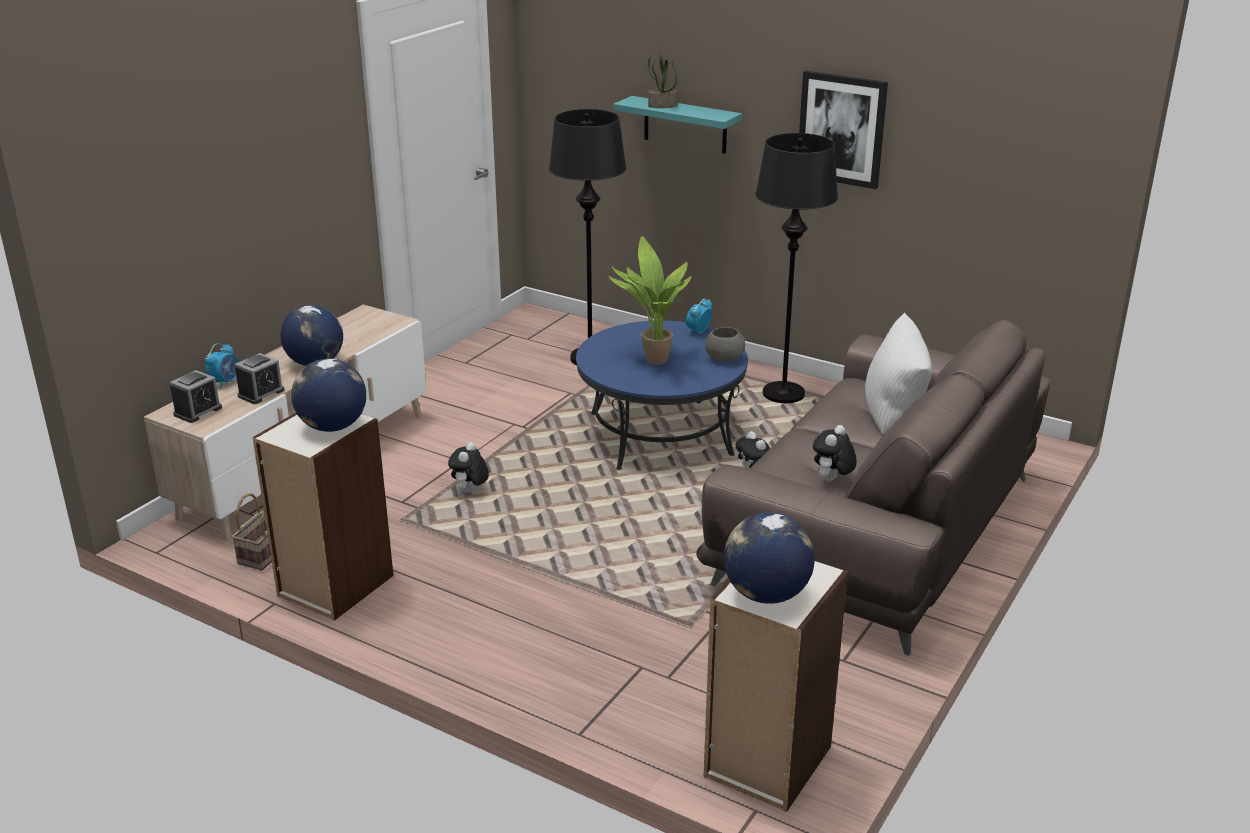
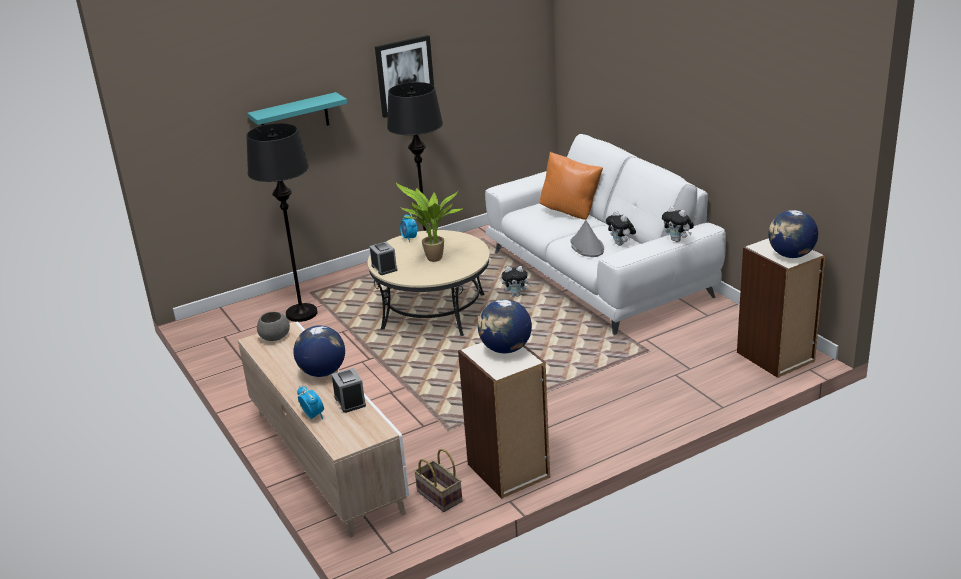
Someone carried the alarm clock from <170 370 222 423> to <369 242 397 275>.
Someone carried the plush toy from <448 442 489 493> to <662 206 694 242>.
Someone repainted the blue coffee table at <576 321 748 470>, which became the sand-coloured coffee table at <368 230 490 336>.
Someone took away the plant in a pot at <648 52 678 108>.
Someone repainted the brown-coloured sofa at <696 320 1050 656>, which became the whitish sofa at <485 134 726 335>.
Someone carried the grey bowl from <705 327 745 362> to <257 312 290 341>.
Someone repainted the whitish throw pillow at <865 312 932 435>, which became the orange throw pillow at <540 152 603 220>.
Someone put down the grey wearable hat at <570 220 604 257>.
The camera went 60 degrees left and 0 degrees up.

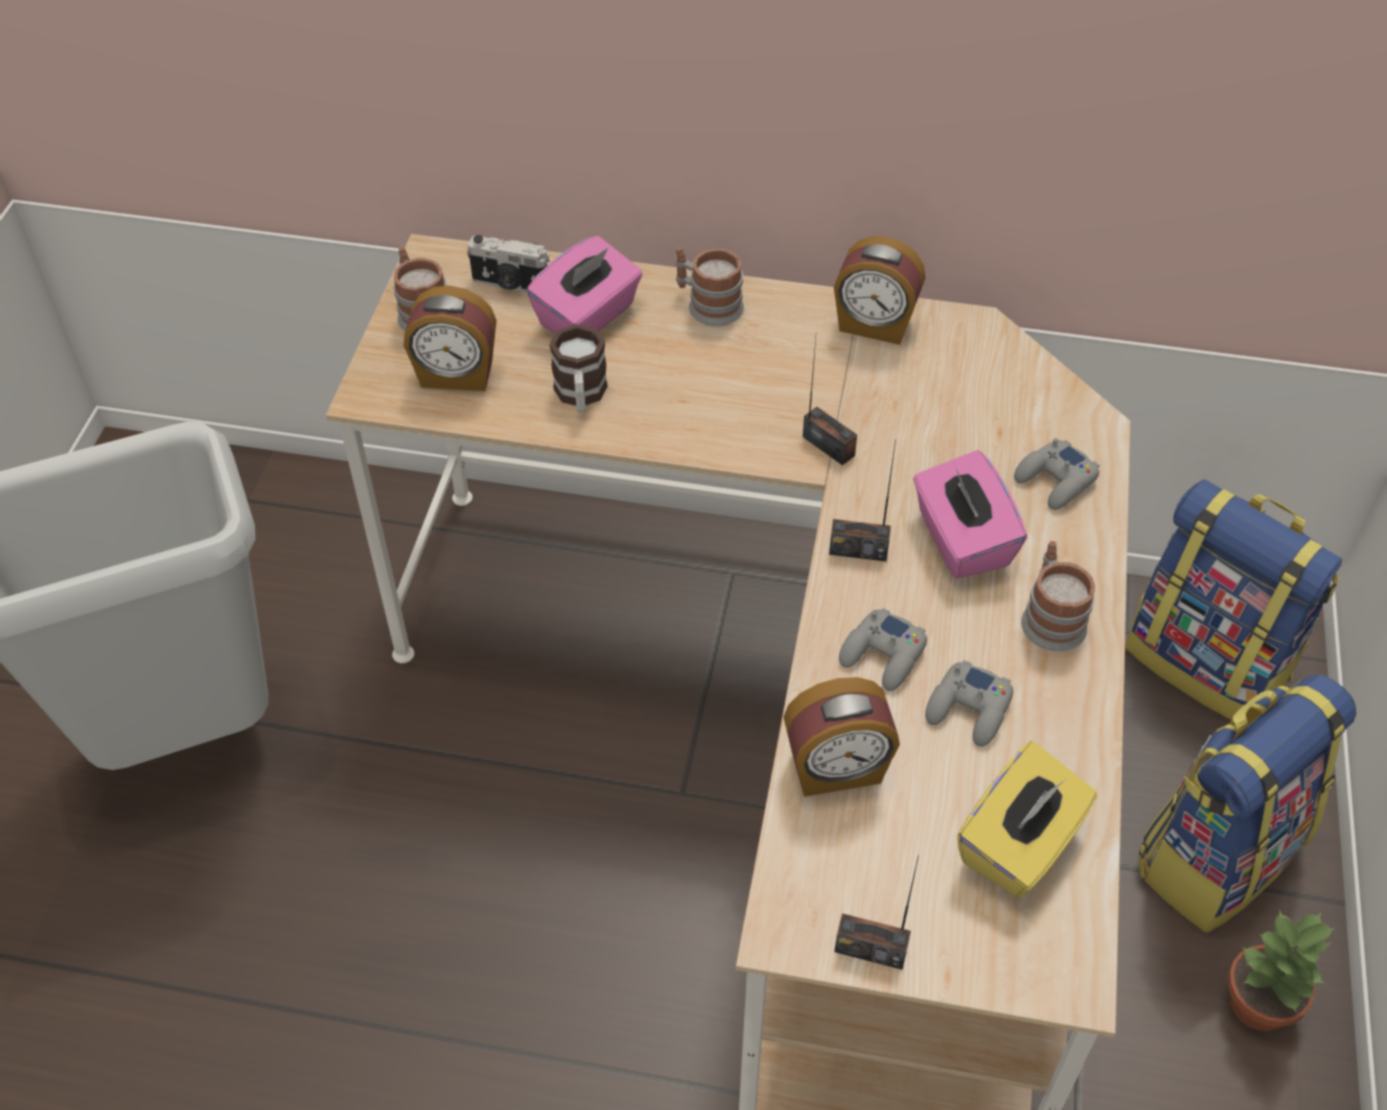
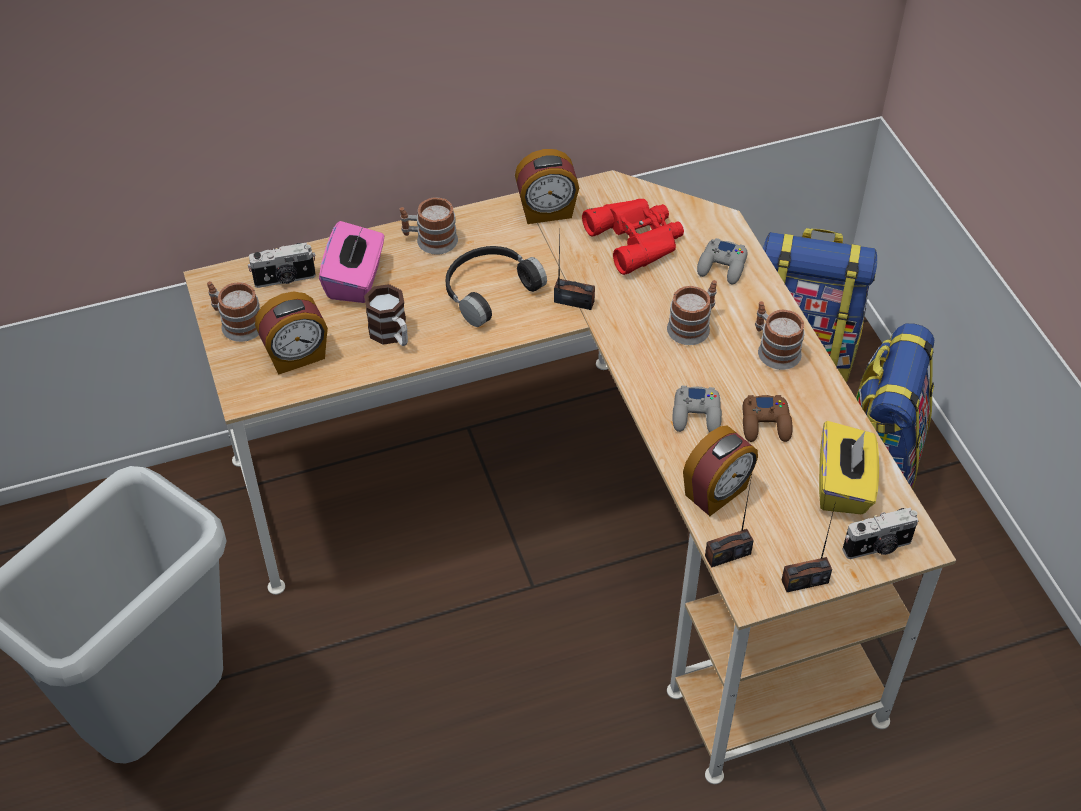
Someone carried the radio from <829 439 896 561> to <705 475 754 568>.
Someone swapped the pink tissue holder at <913 450 1027 578> for the mug at <667 280 717 345>.
Someone repainted the grey gamepad at <925 660 1013 747>, which became the brown-coloured gamepad at <743 395 792 442>.
Someone took away the plant in a pot at <1227 909 1335 1031>.
Someone put down the black headset at <446 246 547 327>.
Someone put down the red field glasses at <582 199 684 275>.
Someone put down the photo camera at <842 508 918 559>.
The camera went 30 degrees left and 0 degrees up.

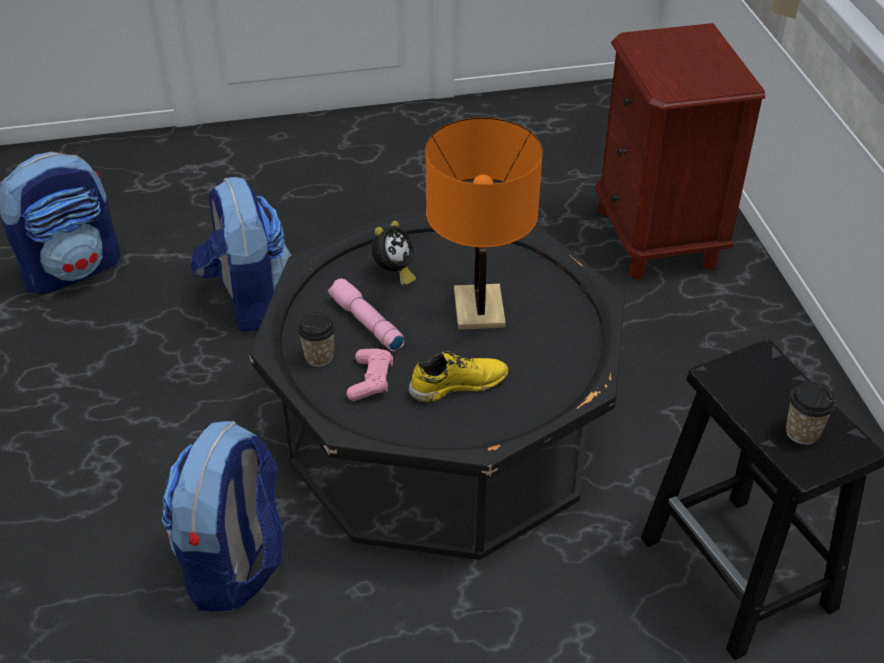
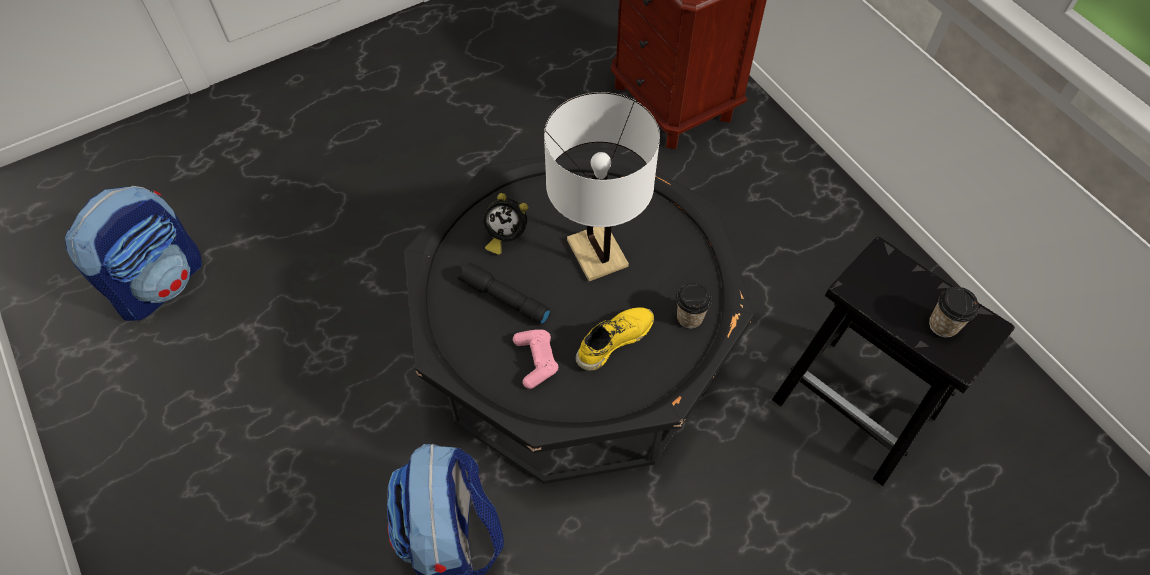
Someone took away the backpack at <190 177 292 331>.
Someone carried the cup from <298 313 335 367> to <676 283 712 329>.
Someone repainted the pink hand torch at <328 278 404 352>, which became the black hand torch at <458 262 550 325>.
Someone rotated the alarm clock at <372 221 416 286> by 90 degrees clockwise.
Someone repainted the orange lamp for a table at <425 117 543 330>, which became the whitish lamp for a table at <544 92 660 281>.
The camera went 20 degrees left and 15 degrees up.

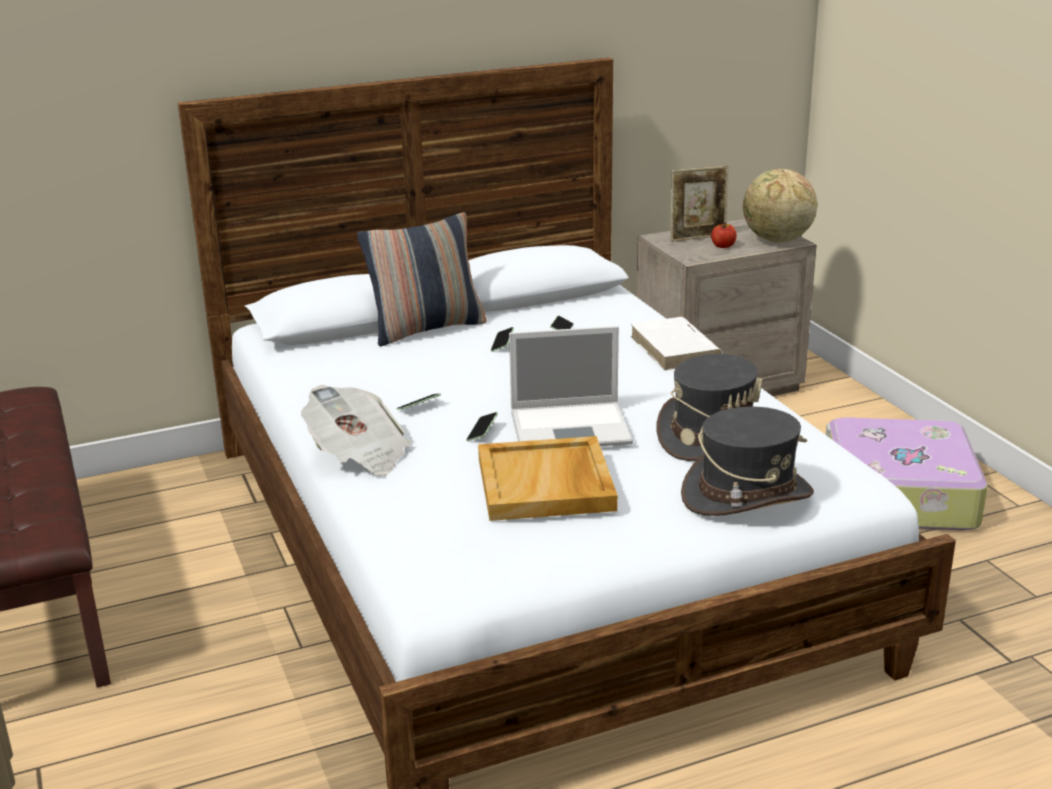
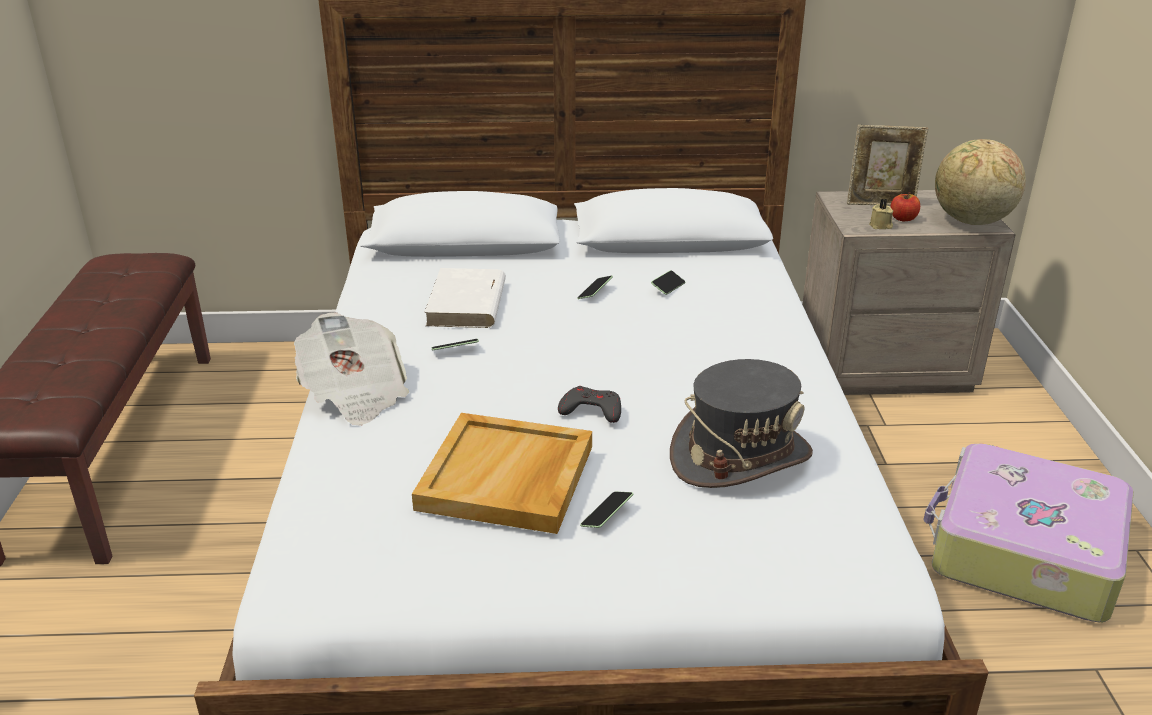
Someone took away the throw pillow at <357 212 487 346>.
Someone carried the phone from <466 412 498 441> to <580 492 633 528>.
Someone swapped the notebook computer at <509 326 633 446> for the grey gamepad at <558 386 621 423>.
Someone carried the whitish volume from <630 317 723 370> to <424 268 506 328>.
Someone took away the grey wearable hat at <681 406 814 516>.
Someone put down the sand-coloured wax candle at <869 199 893 229>.
The camera went 20 degrees right and 5 degrees up.

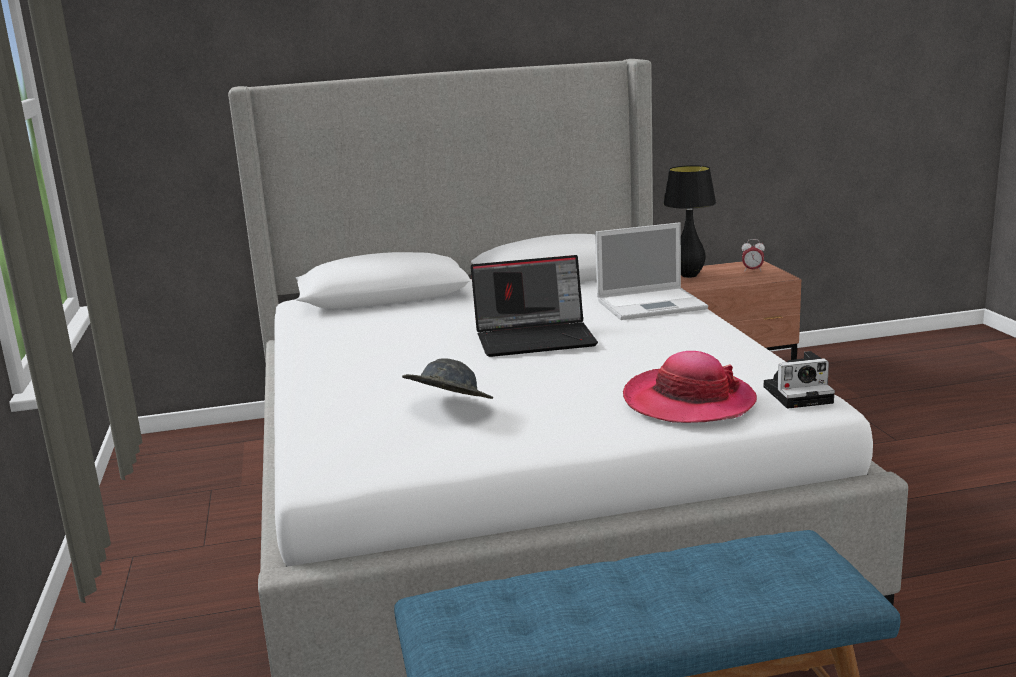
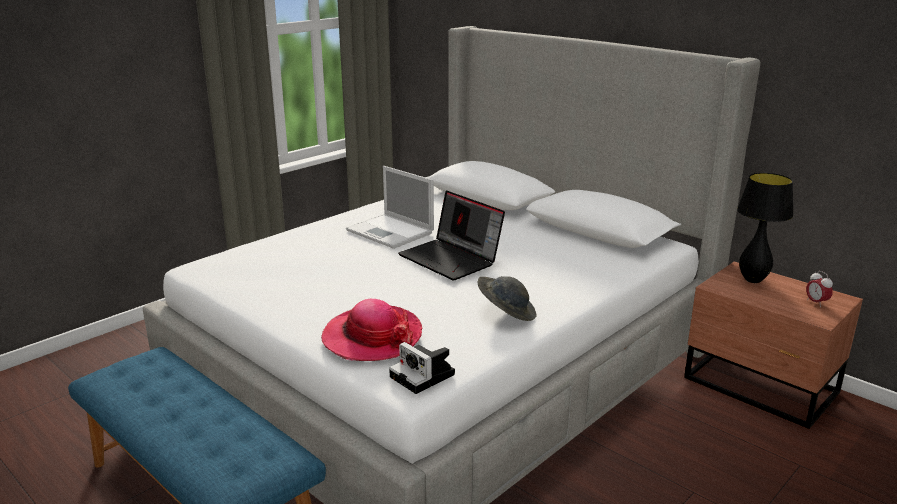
Someone carried the grey wearable hat from <402 358 493 399> to <478 276 537 321>.
Someone carried the notebook computer from <595 222 708 320> to <346 166 434 249>.
The camera went 55 degrees right and 5 degrees up.

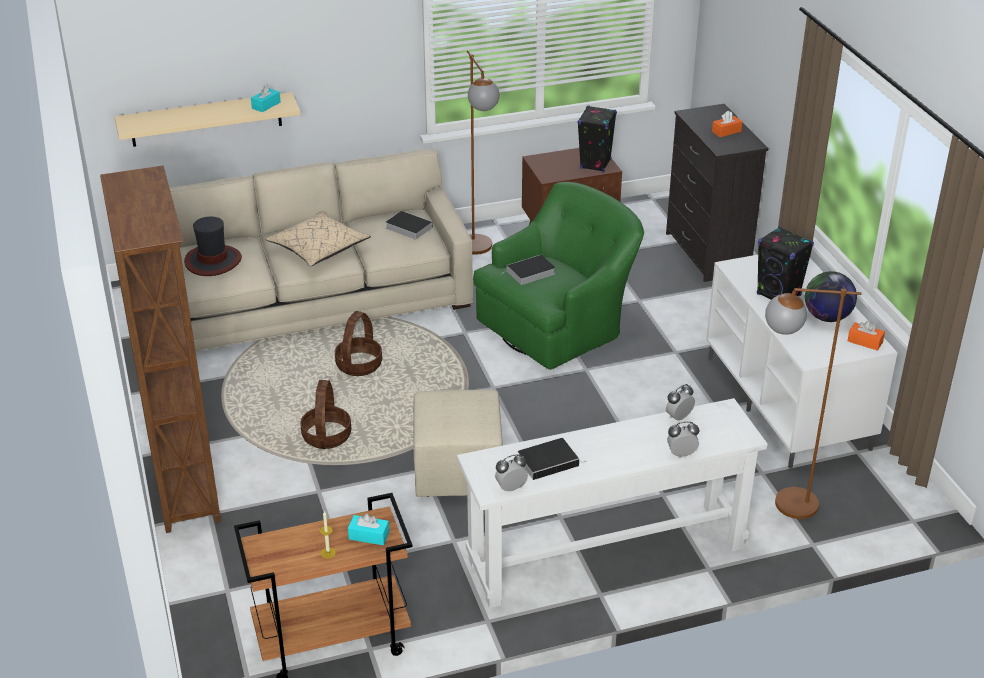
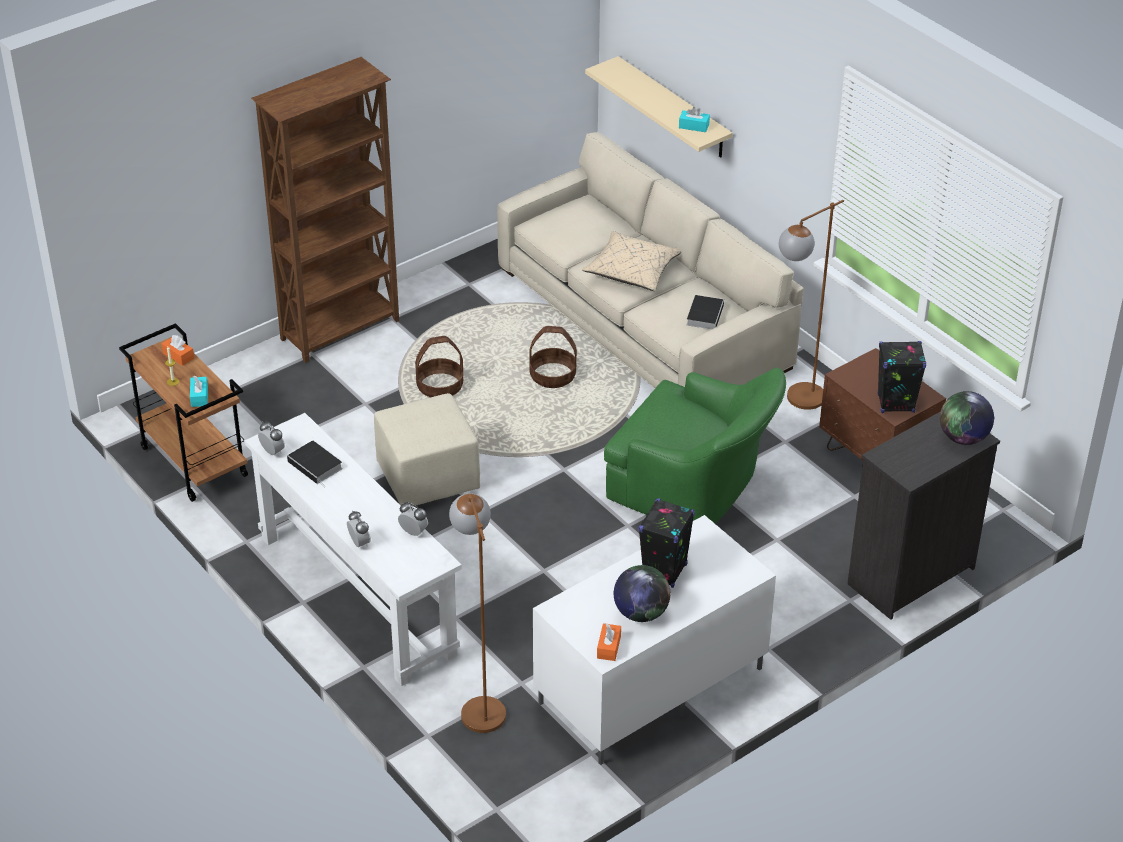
Someone took away the wearable hat at <184 217 242 276>.
Someone took away the volume at <501 255 556 285>.
Someone carried the orange tissue holder from <712 111 743 137> to <162 335 194 366>.
Someone put down the globe at <940 391 994 445>.
The camera went 70 degrees right and 5 degrees up.

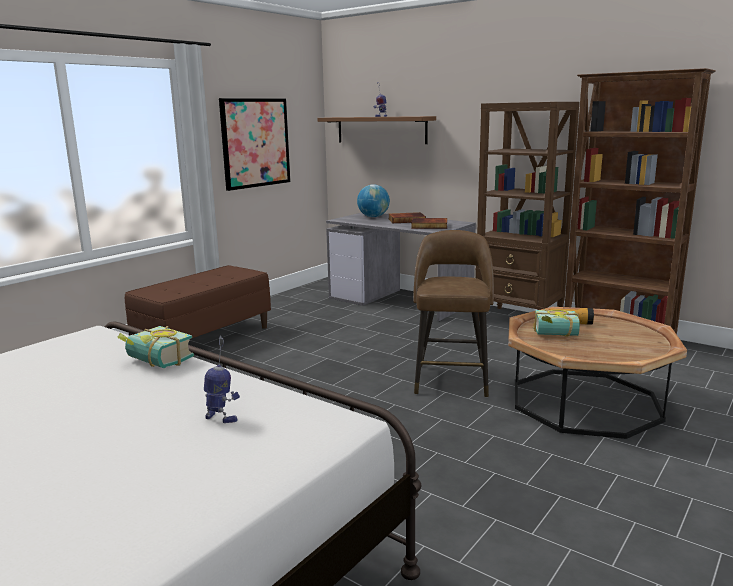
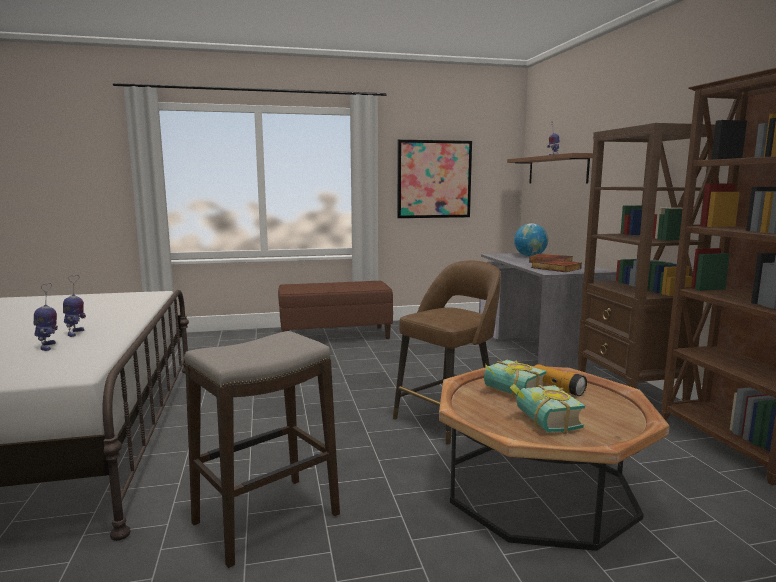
Someone carried the volume from <117 326 194 368> to <510 384 585 434>.
Someone put down the robot figure at <63 275 86 337>.
Someone put down the stool seat at <185 331 340 568>.
The camera went 40 degrees right and 5 degrees down.

